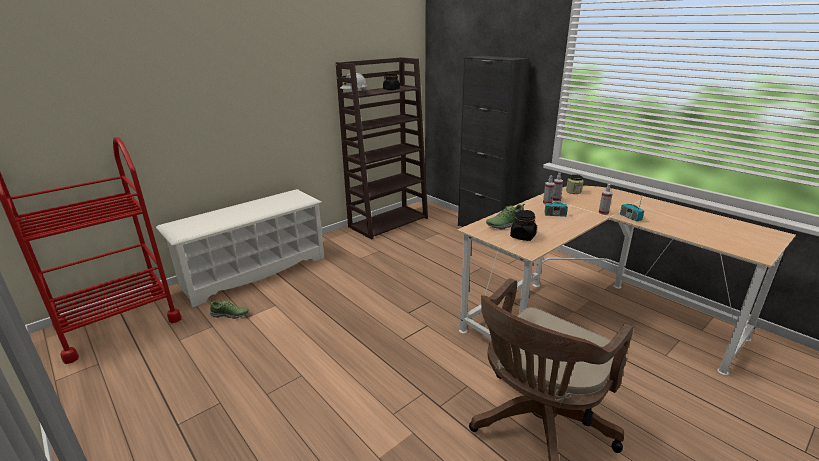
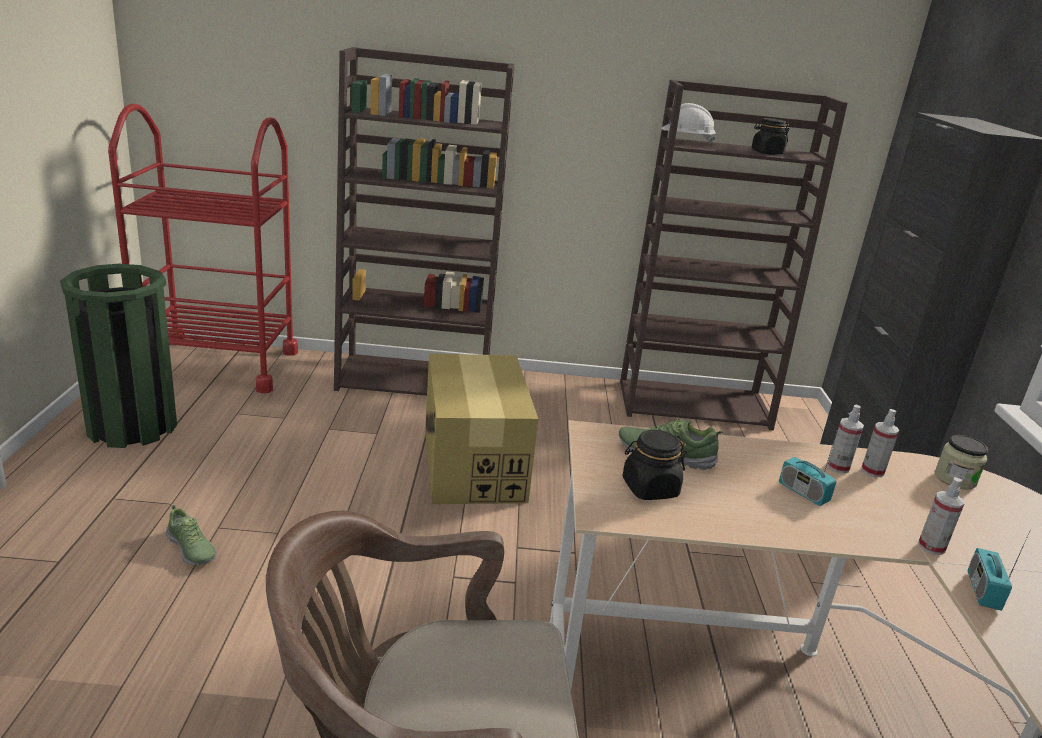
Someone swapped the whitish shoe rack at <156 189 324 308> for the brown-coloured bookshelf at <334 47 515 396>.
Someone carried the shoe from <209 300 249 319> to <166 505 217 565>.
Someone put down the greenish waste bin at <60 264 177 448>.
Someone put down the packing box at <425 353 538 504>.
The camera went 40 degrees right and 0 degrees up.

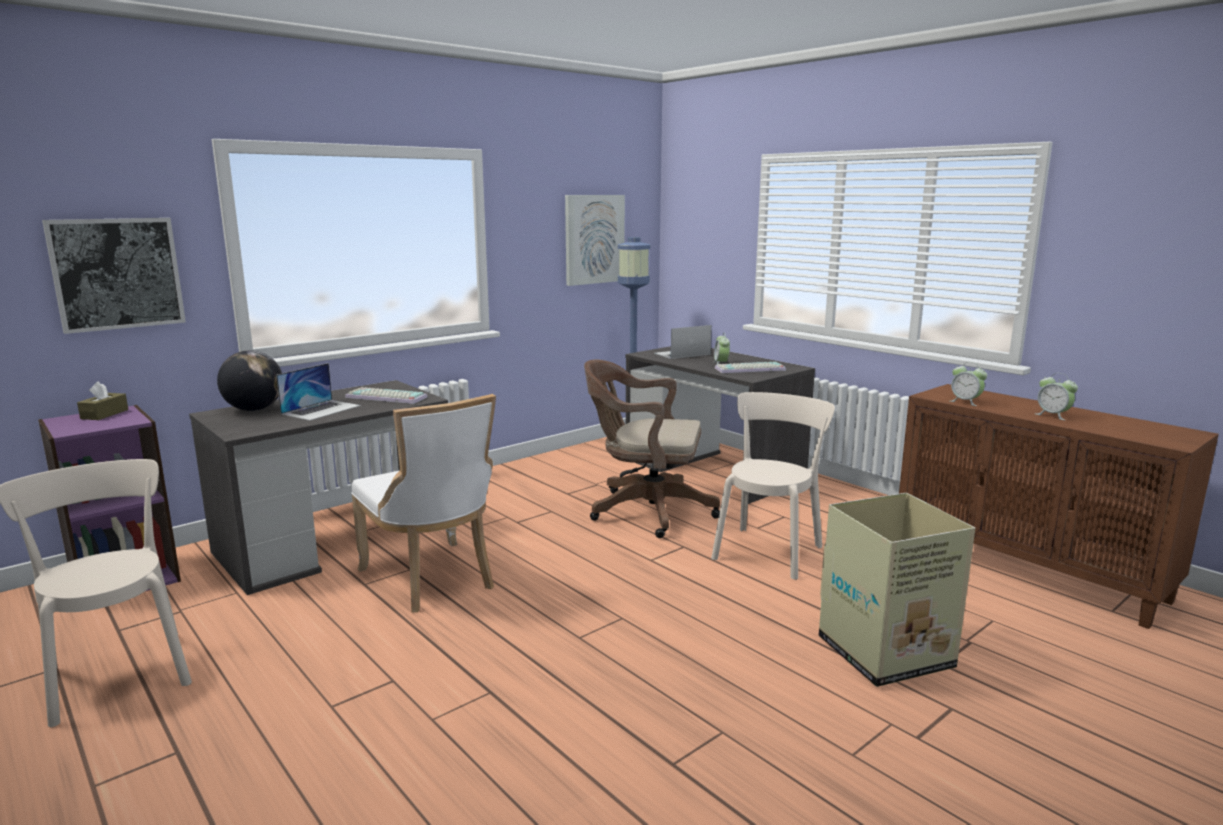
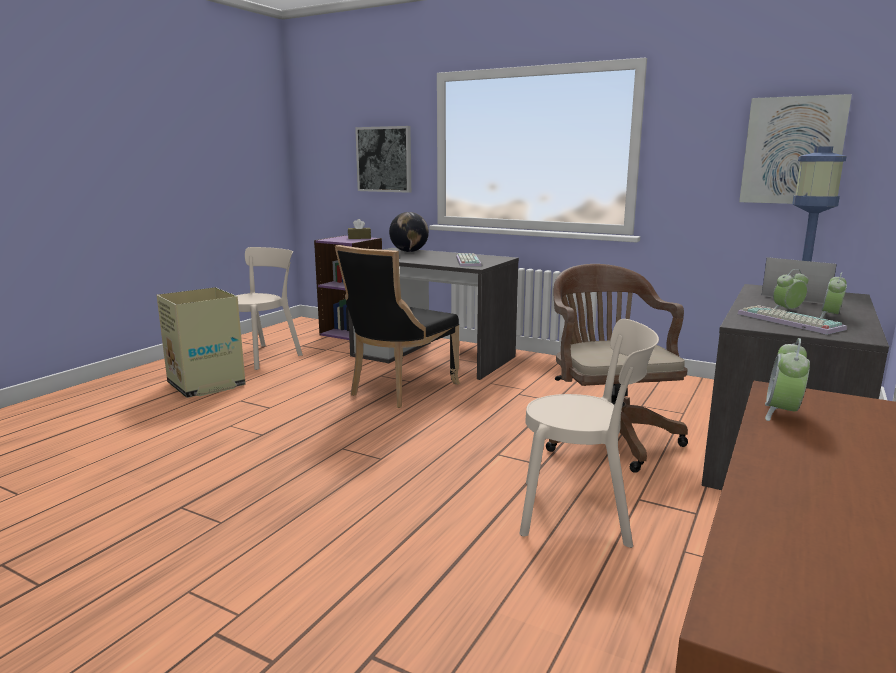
Someone took away the notebook computer at <276 363 361 421>.
Someone repainted the whitish plain chair at <351 394 496 613>, which became the black plain chair at <335 245 460 408>.
Someone carried the packing box from <819 493 975 687> to <157 287 246 398>.
Someone carried the alarm clock from <1036 373 1078 420> to <820 273 847 319>.
The camera went 70 degrees right and 0 degrees up.

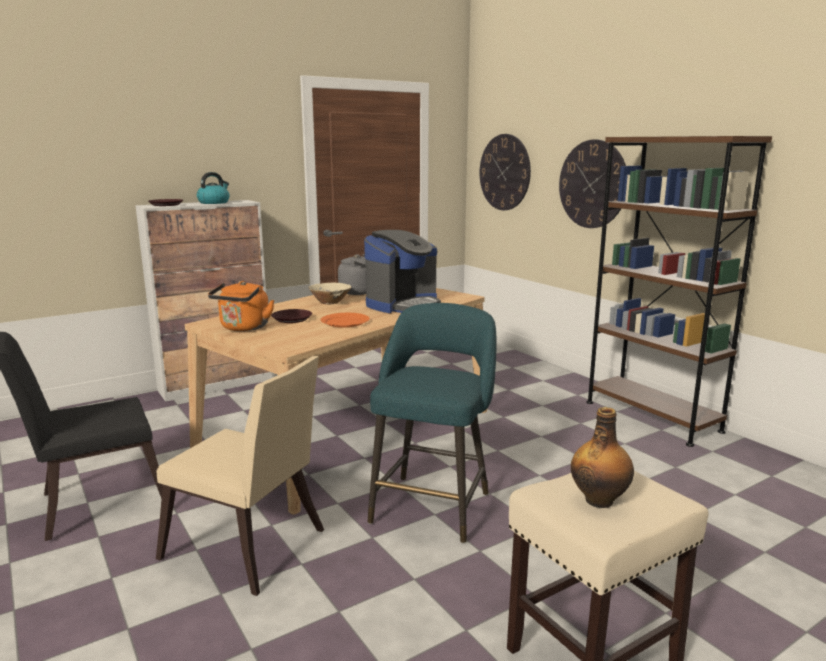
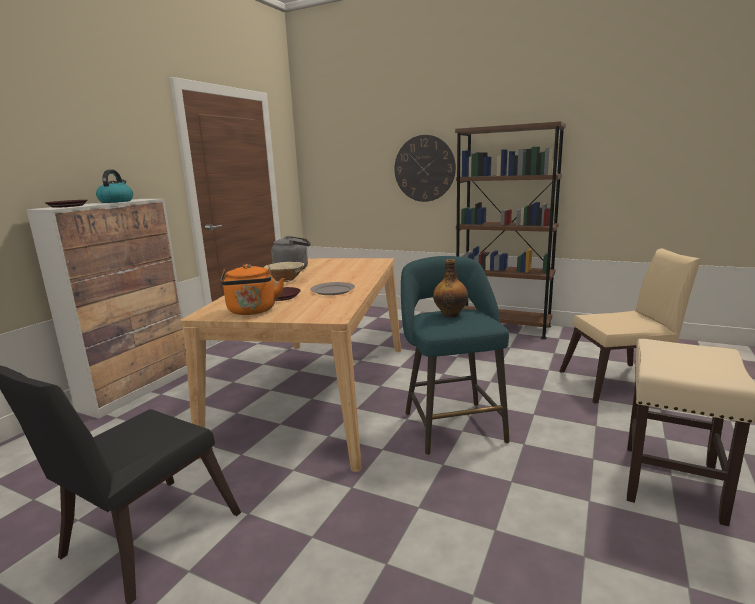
Someone carried the sand-coloured plain chair from <156 356 324 596> to <560 248 701 403>.
Someone repainted the orange plate at <321 313 370 327>, which became the grey plate at <310 282 355 295>.
Someone took away the coffee maker at <364 230 441 313>.
Someone took away the wall clock at <480 134 531 210>.
Someone carried the drink bottle from <571 407 634 508> to <433 259 468 318>.
The camera went 30 degrees left and 0 degrees up.

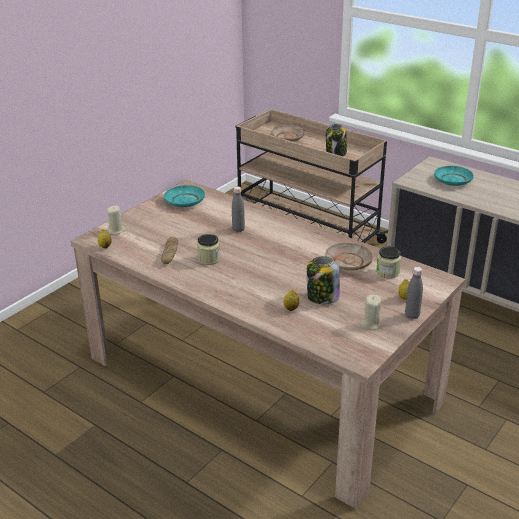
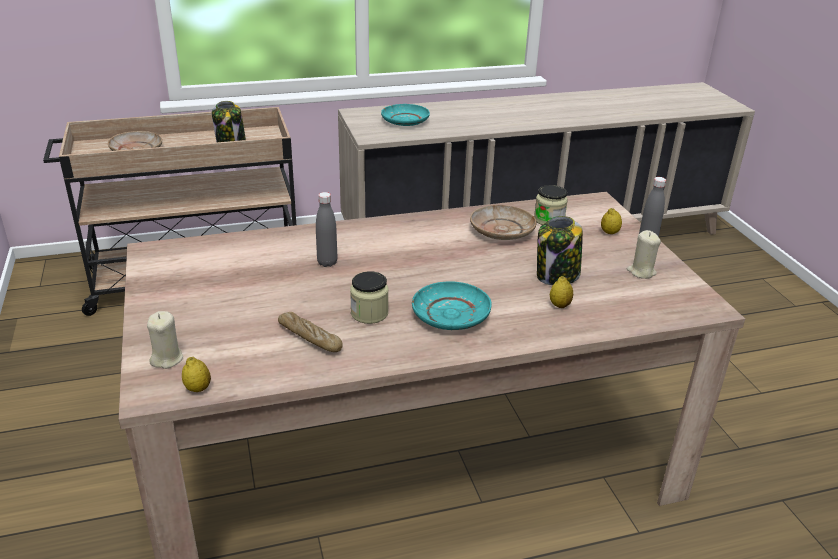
Someone carried the turquoise plate from <164 185 205 207> to <412 281 492 330>.
The camera went 55 degrees left and 0 degrees up.

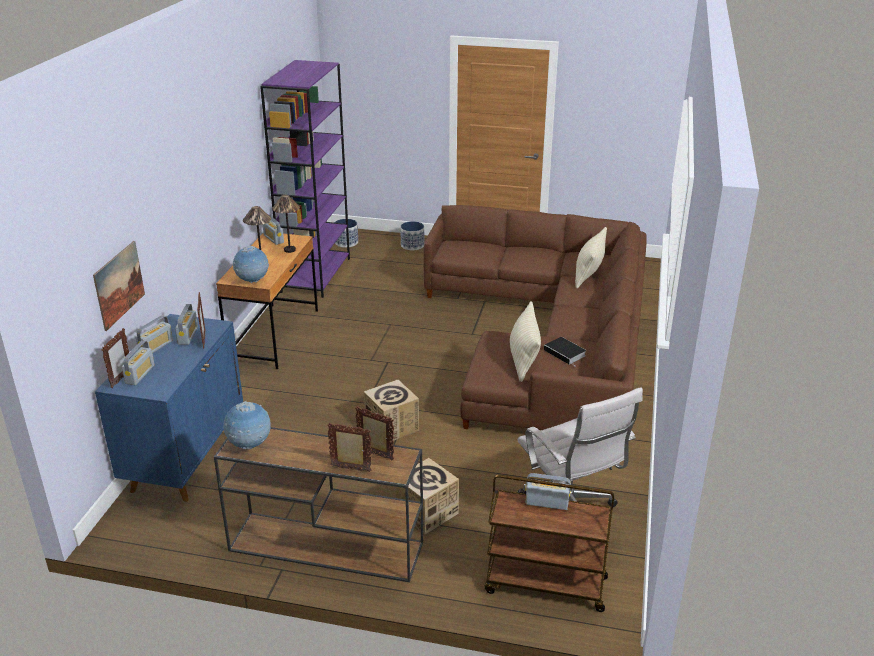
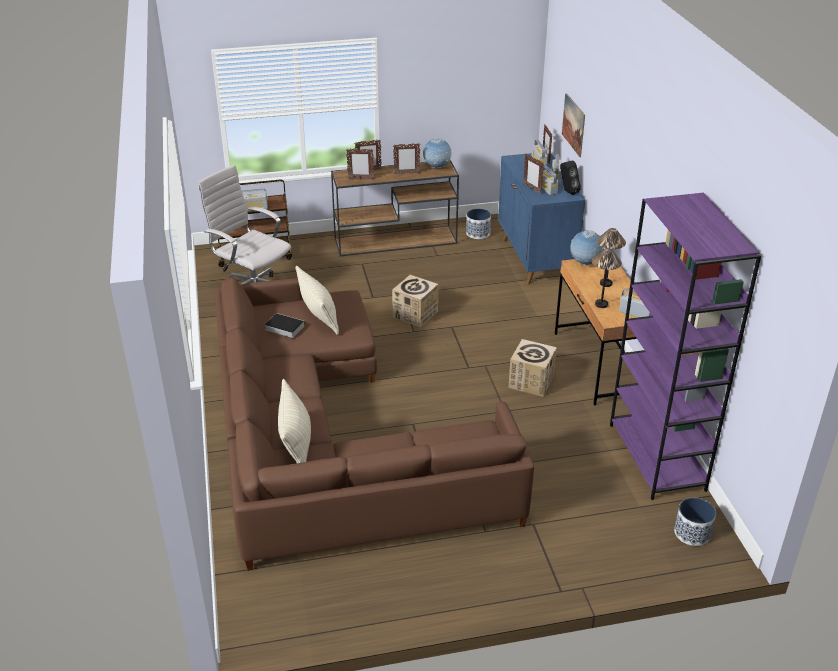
Someone carried the packing box from <395 458 459 534> to <508 339 557 397>.
Someone carried the planter from <400 221 424 250> to <466 209 491 239>.
Someone put down the photo frame at <393 143 420 174>.
Someone put down the black loudspeaker at <560 160 581 195>.
The camera went 155 degrees right and 5 degrees up.

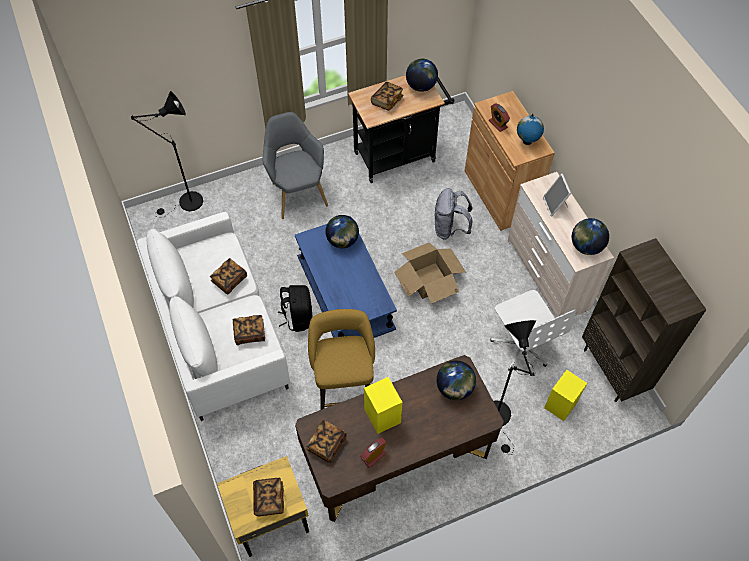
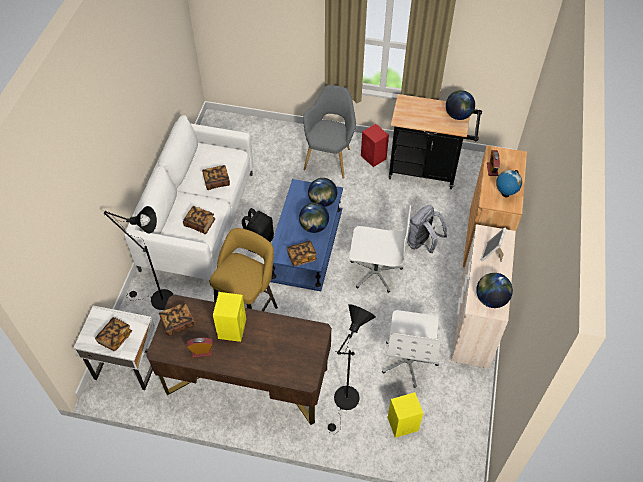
Someone carried the black standing lamp from <131 91 203 215> to <104 206 173 310>.
Someone repainted the yellow-coloured bedside table at <217 456 309 557>, which became the whitish bedside table at <73 306 155 390>.
Someone carried the volume from <371 82 403 111> to <287 240 317 266>.
Someone swapped the packing box at <394 243 466 304> for the whitish desk chair at <349 205 411 293>.
Someone carried the globe from <436 361 476 400> to <299 203 329 233>.
Someone took away the brown-coloured bookshelf at <582 238 707 402>.
Someone put down the red loudspeaker at <361 124 389 167>.
The camera went 35 degrees right and 5 degrees down.

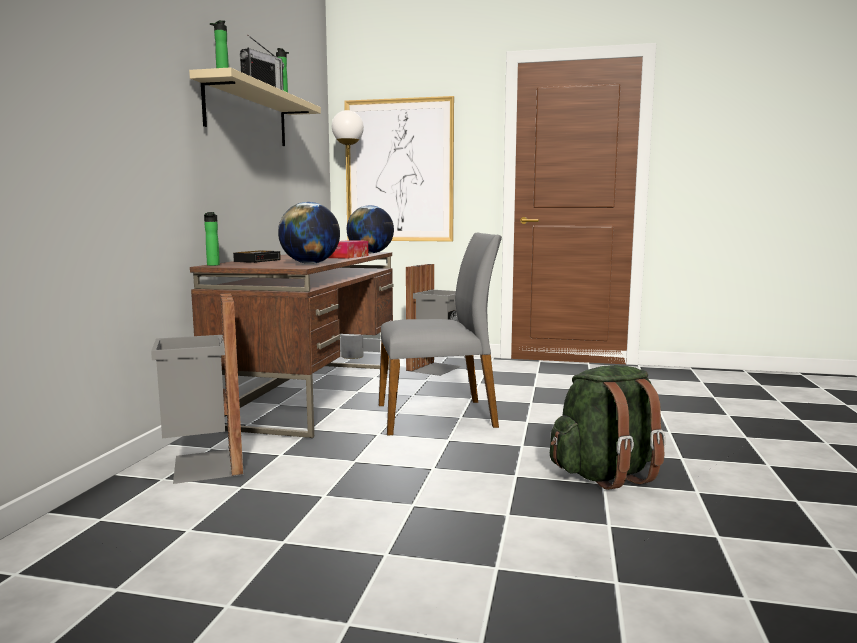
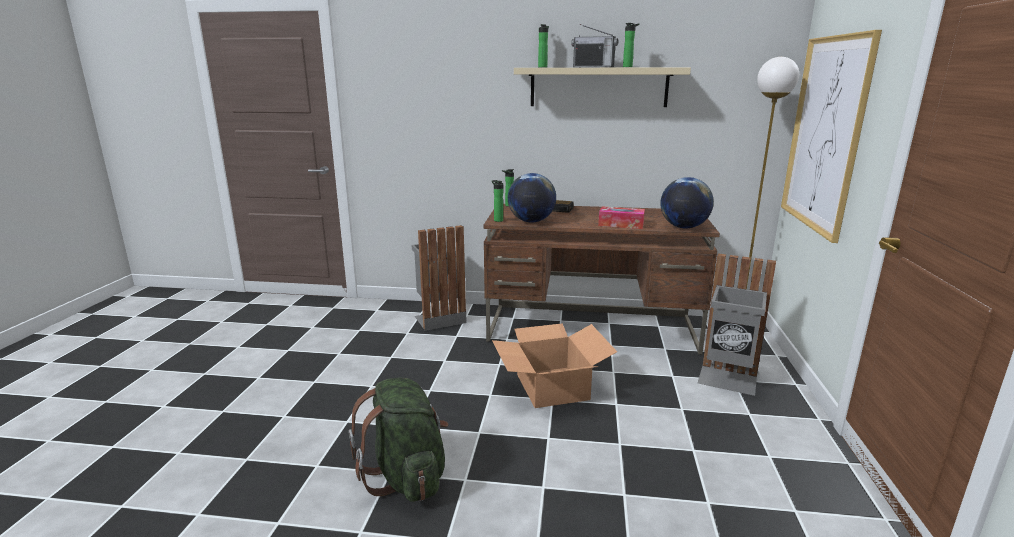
Someone swapped the grey plain chair at <379 233 502 436> for the packing box at <492 323 617 408>.
Someone put down the drink bottle at <492 180 503 222>.
The camera went 85 degrees right and 10 degrees up.

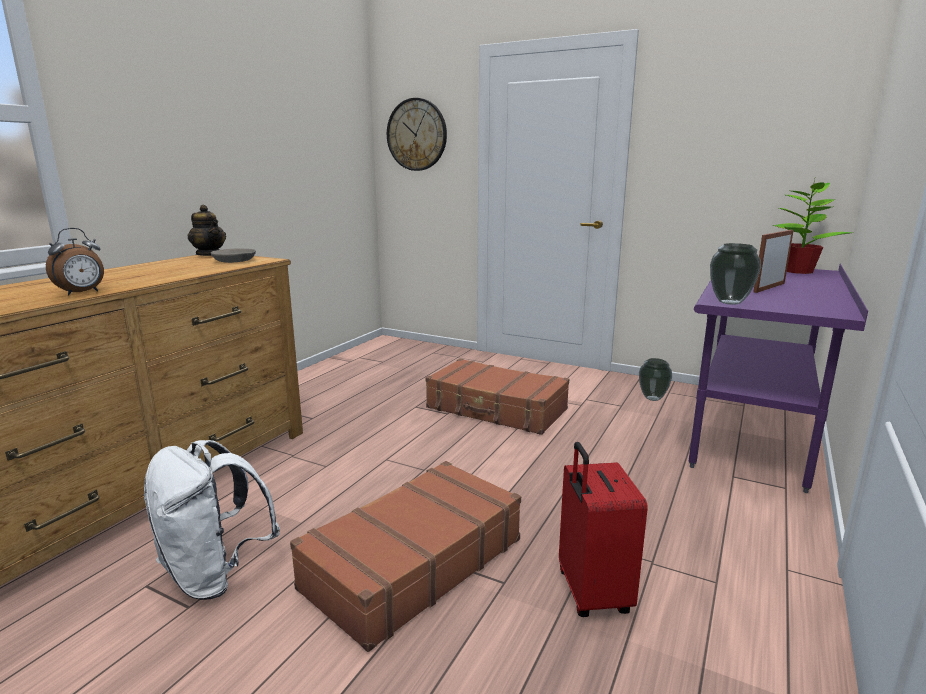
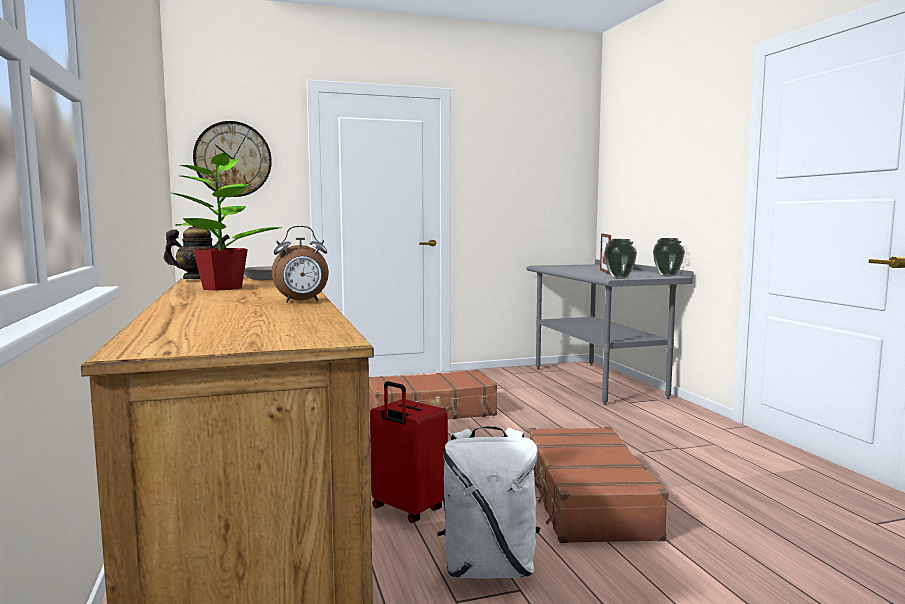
Someone rotated the alarm clock at <46 228 104 295> by 75 degrees clockwise.
Someone carried the red travel case from <559 442 648 617> to <370 381 448 523>.
Someone carried the decorative vase from <639 358 672 401> to <653 238 685 277>.
Someone repainted the purple-coloured desk unit at <689 264 868 493>, which became the grey desk unit at <526 259 693 405>.
Someone carried the plant in a pot from <773 179 852 274> to <172 149 283 291>.
The camera went 45 degrees left and 10 degrees down.

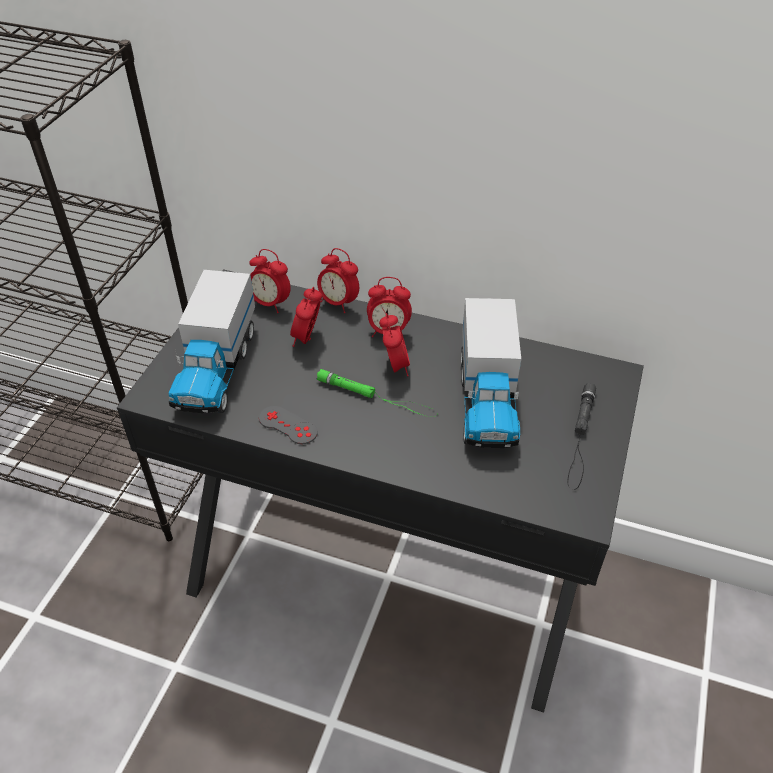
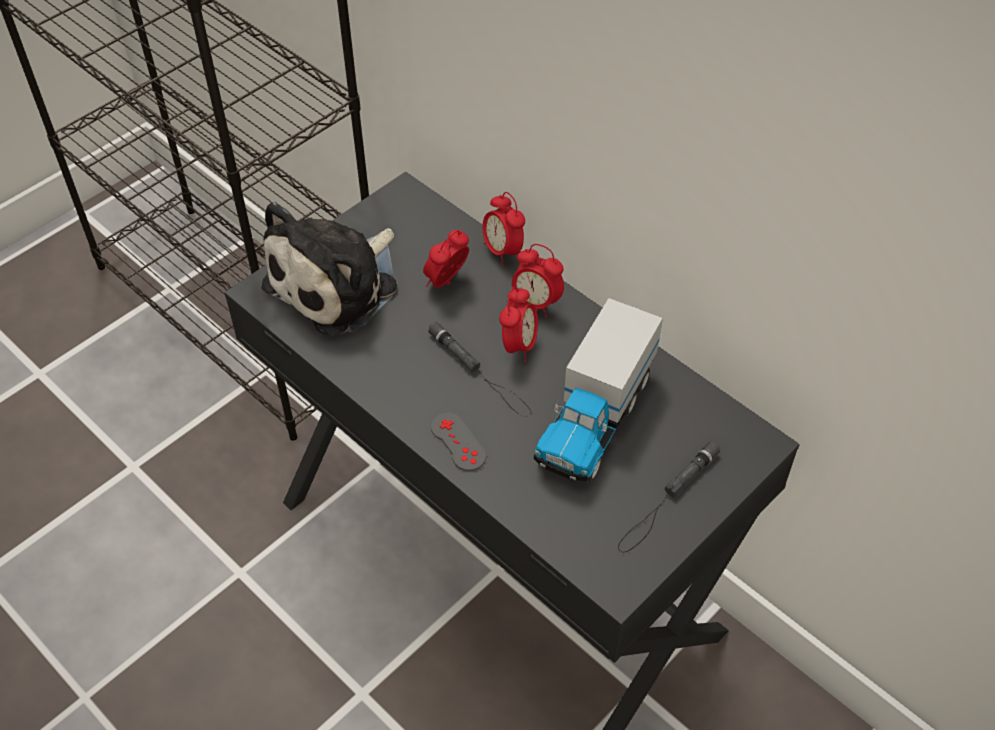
Someone swapped the toy lorry at <169 270 255 413> for the plush toy at <261 202 397 336>.
Someone took away the alarm clock at <249 249 291 313>.
Someone carried the grey gamepad from <259 406 318 444> to <431 412 486 471>.
Someone repainted the greenish hand torch at <317 369 438 417>, which became the black hand torch at <428 322 531 417>.
The camera went 25 degrees right and 5 degrees up.

